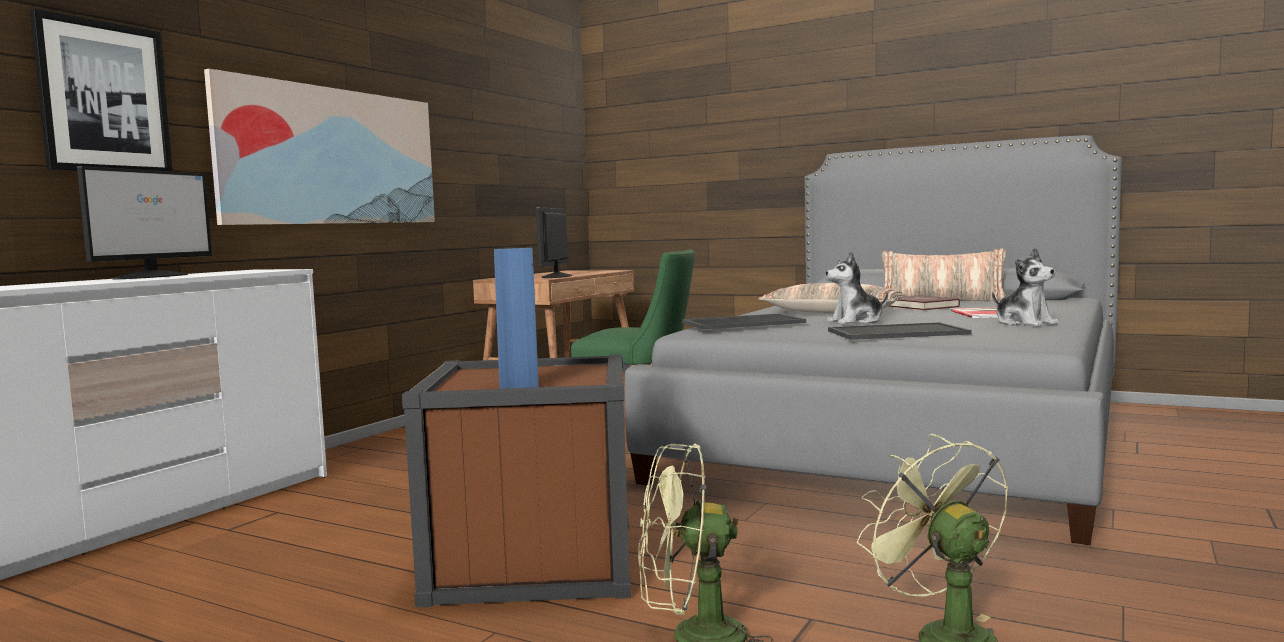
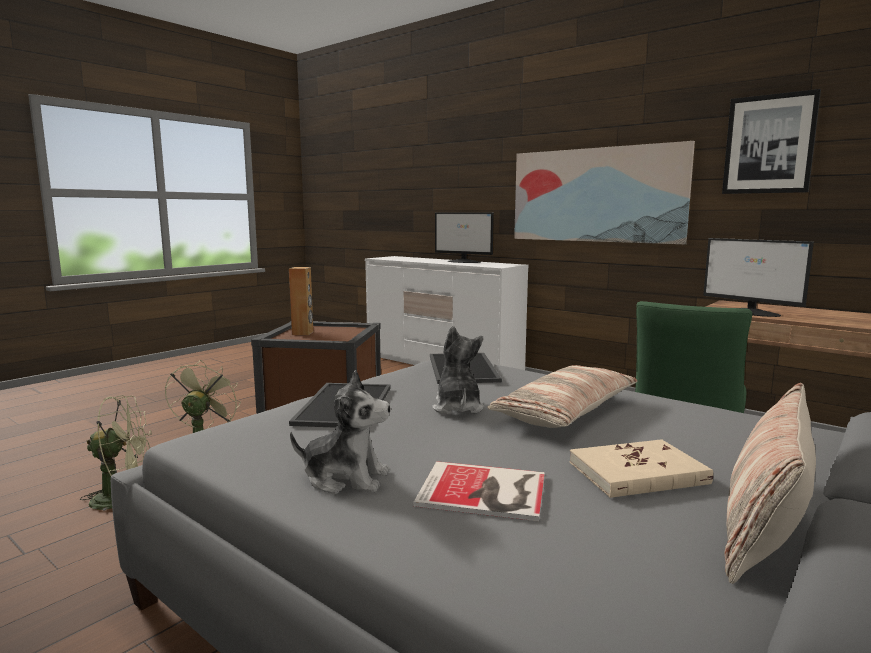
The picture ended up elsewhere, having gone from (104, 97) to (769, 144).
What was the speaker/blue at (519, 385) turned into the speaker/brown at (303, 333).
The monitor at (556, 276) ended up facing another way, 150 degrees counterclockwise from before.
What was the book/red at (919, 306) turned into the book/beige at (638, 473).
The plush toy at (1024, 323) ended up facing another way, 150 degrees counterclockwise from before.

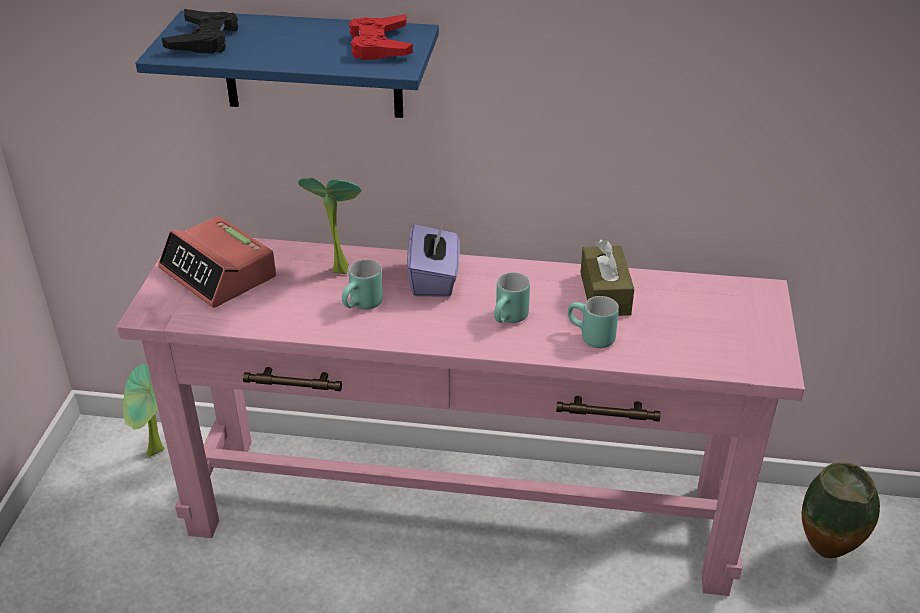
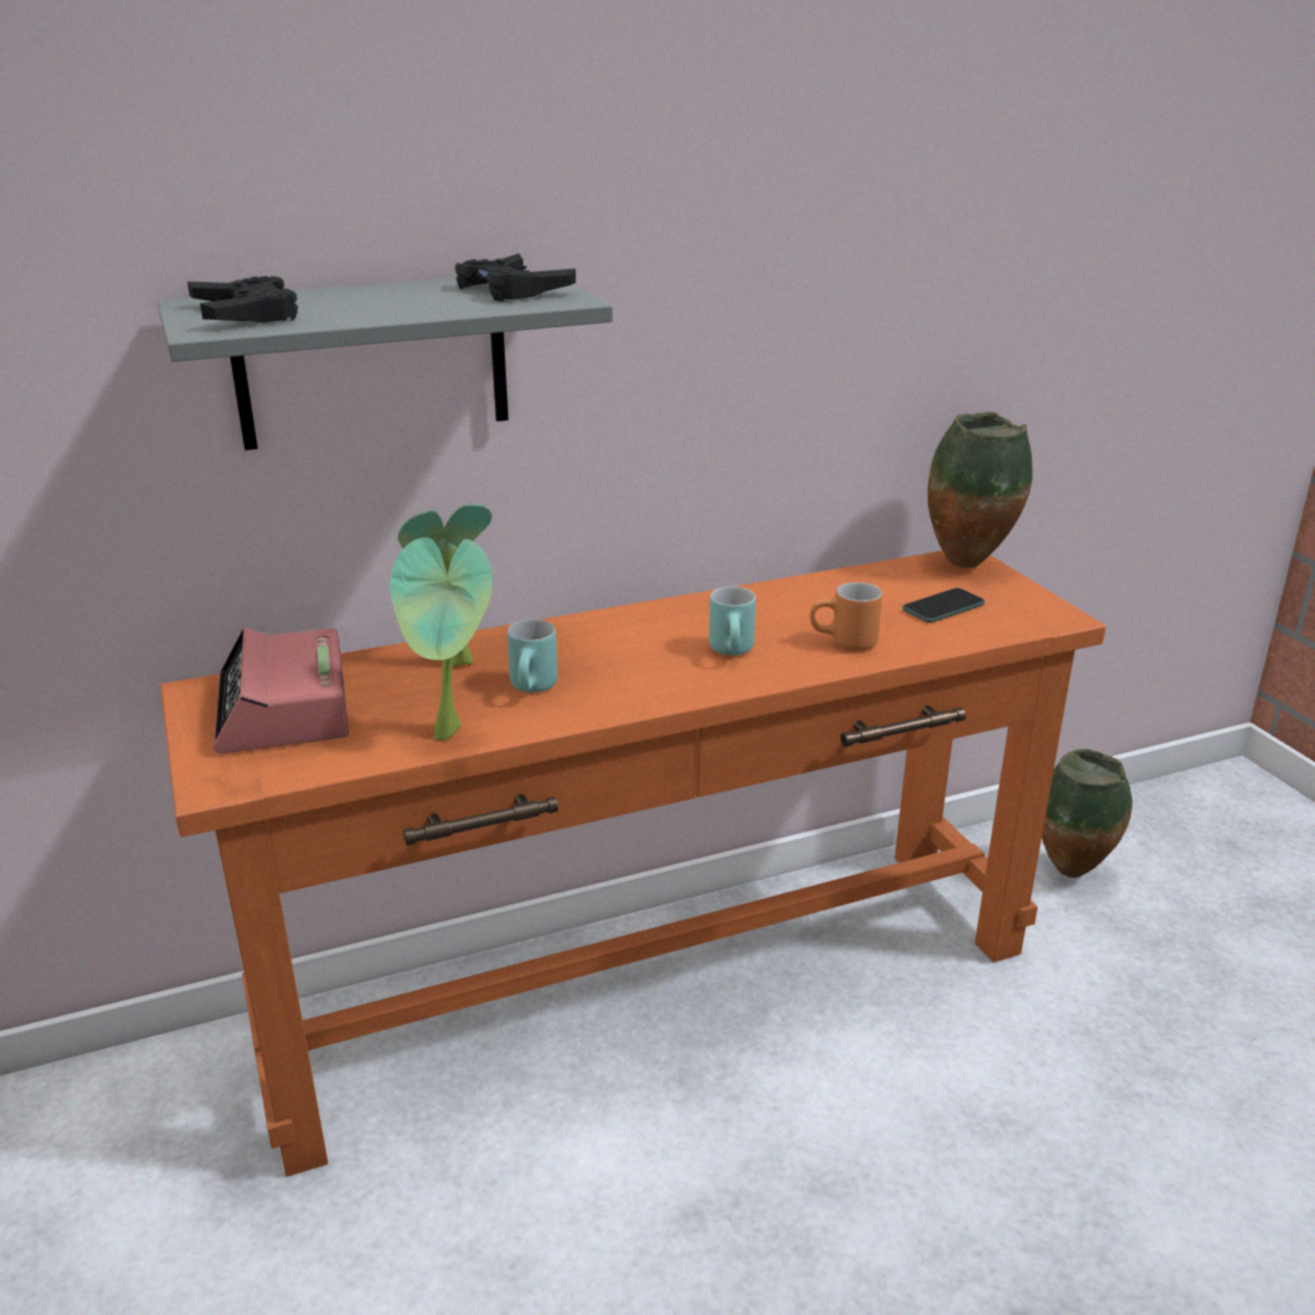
What was the console table/pink at (461, 512) turned into the console table/orange at (654, 989).
The potted plant ended up elsewhere, having gone from (155, 454) to (451, 735).
What was the shelf/blue at (312, 65) turned into the shelf/grey at (372, 360).
The alarm clock at (219, 273) ended up facing another way, 60 degrees clockwise from before.
What was the game controller/red at (380, 45) turned into the game controller/black at (511, 289).
The second view lost the tissue box/purple at (434, 279).
What was the mug/turquoise at (589, 338) turned into the mug/orange at (844, 644).
The second view lost the tissue box/brown at (605, 293).
The second view gained the phone at (943, 607).
The second view gained the vase at (969, 565).

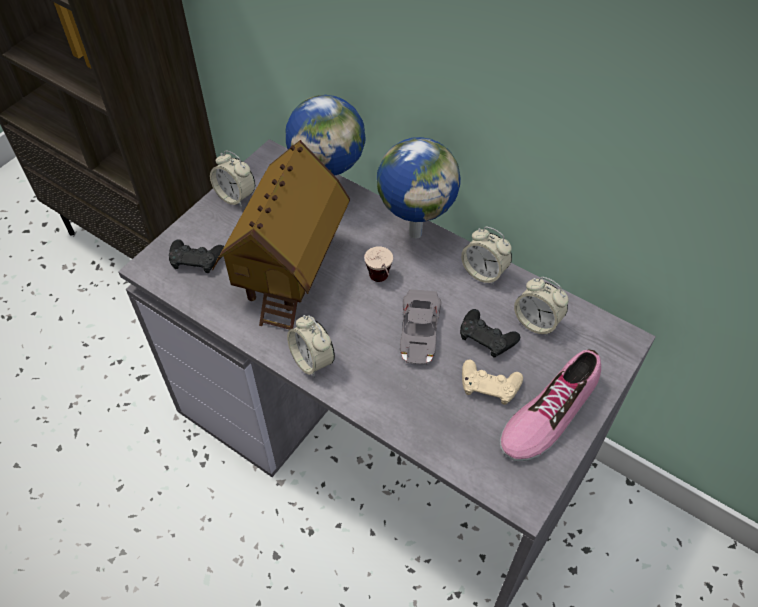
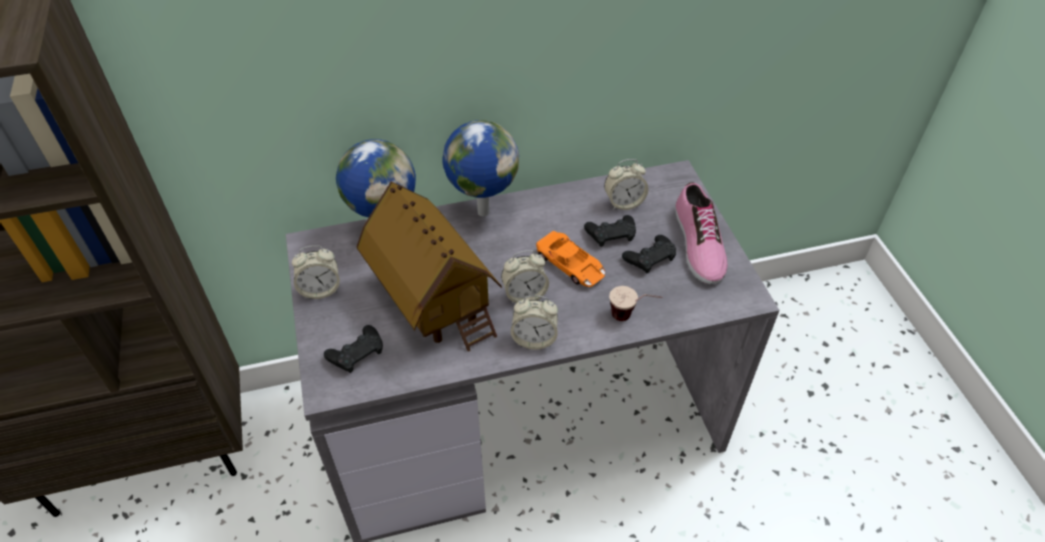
The cup ended up elsewhere, having gone from (381, 284) to (631, 318).
What was the toy car/grey at (419, 332) turned into the toy car/orange at (571, 265).
The alarm clock ended up elsewhere, having gone from (484, 272) to (524, 294).
What was the game controller/beige at (489, 385) turned into the game controller/black at (650, 258).

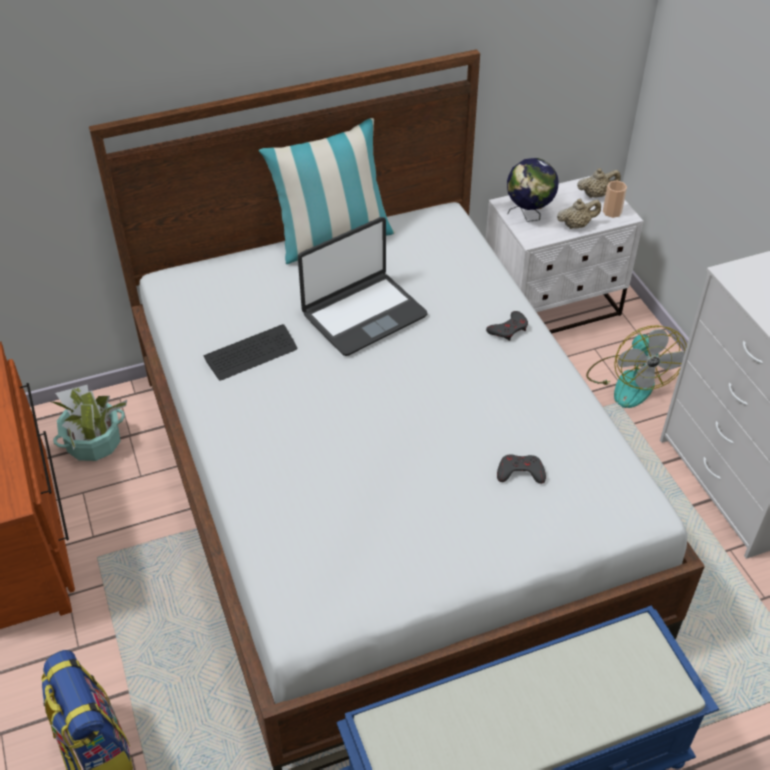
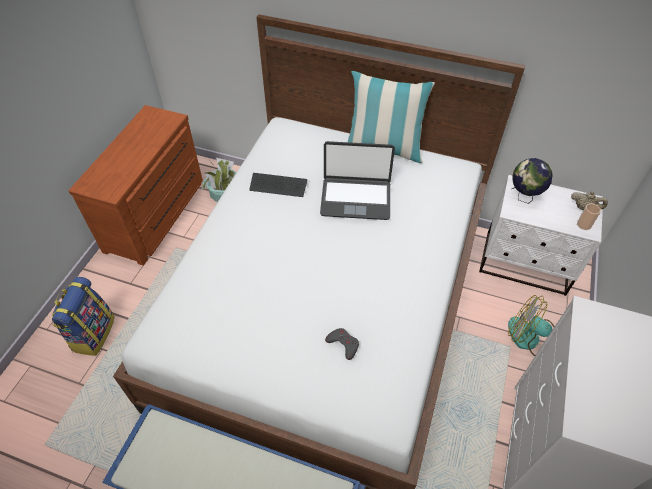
The second view lost the game controller/grey at (508, 329).
The second view lost the teapot/beige at (576, 225).
The fan at (629, 381) ended up facing another way, 90 degrees clockwise from before.

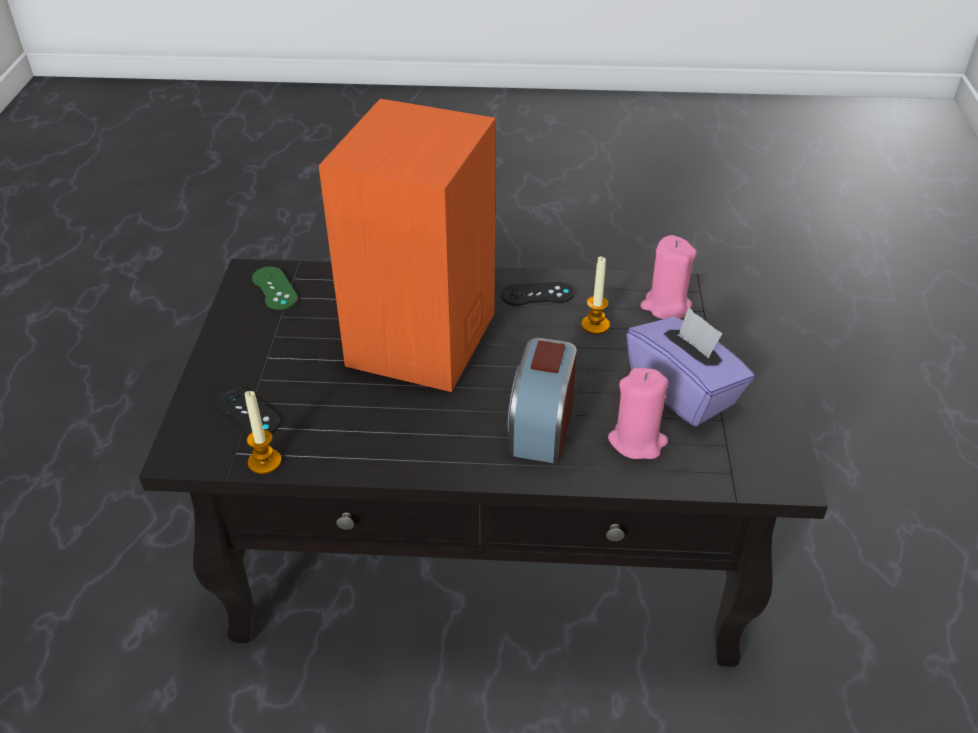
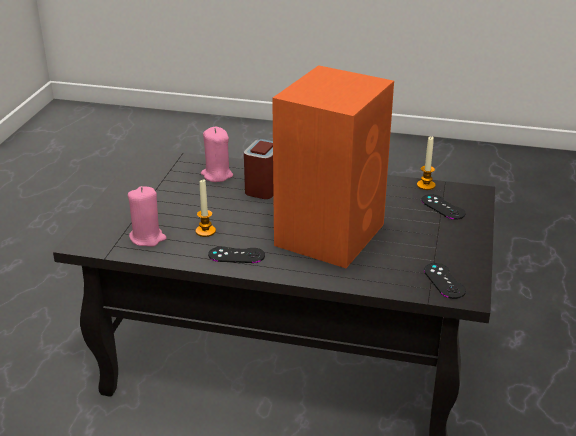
What was the game controller/green at (274, 288) turned into the game controller/black at (444, 281).
The second view lost the tissue box/purple at (683, 391).

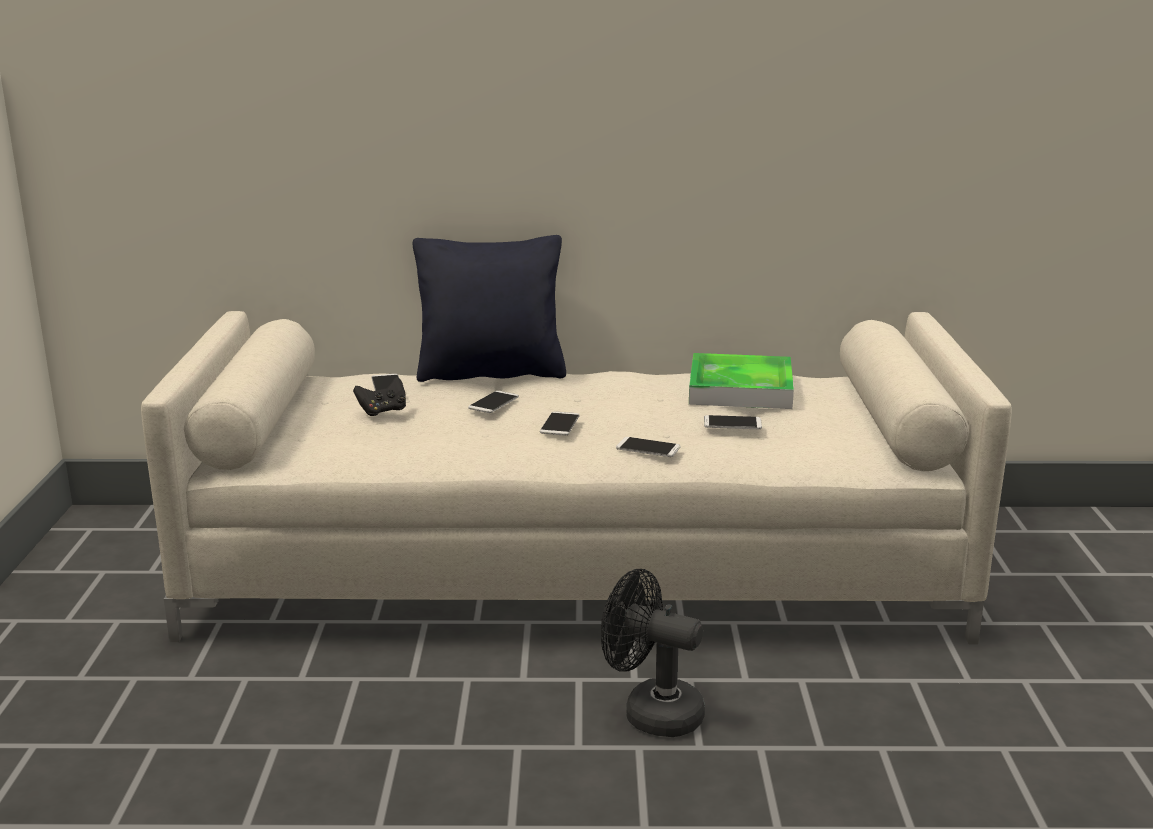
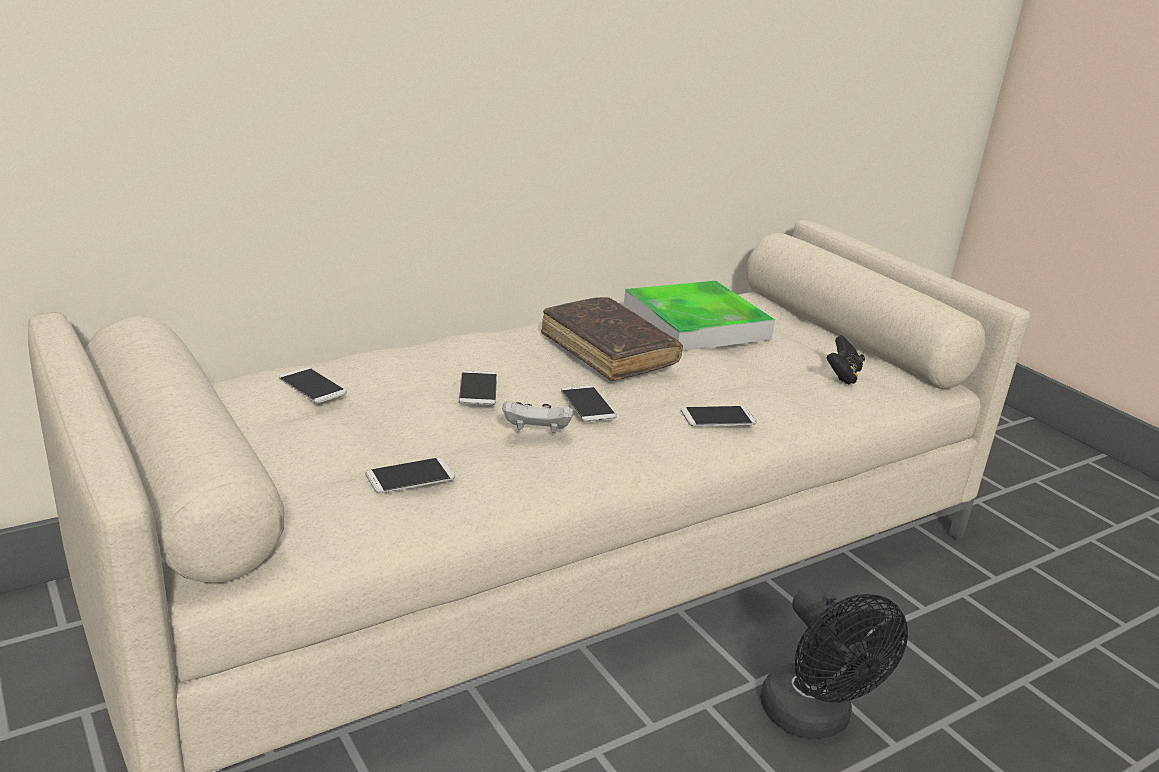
The game controller/black ended up elsewhere, having gone from (382, 411) to (842, 376).
The second view lost the pillow/black at (491, 373).
The fan/black at (651, 712) ended up facing another way, 105 degrees counterclockwise from before.
The phone ended up elsewhere, having gone from (732, 423) to (410, 476).
The second view gained the game controller/white at (536, 432).
The second view gained the book/brown at (608, 351).

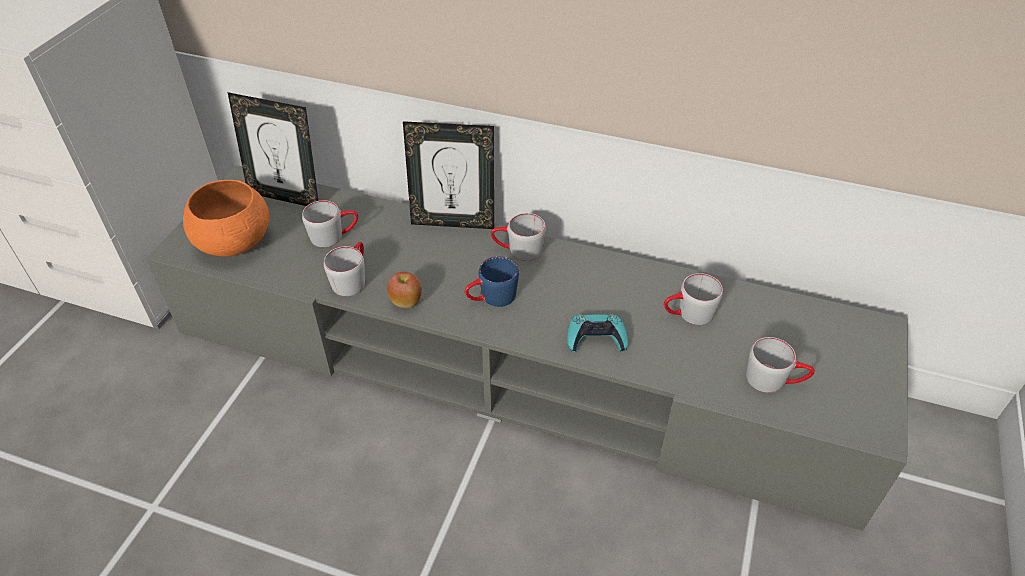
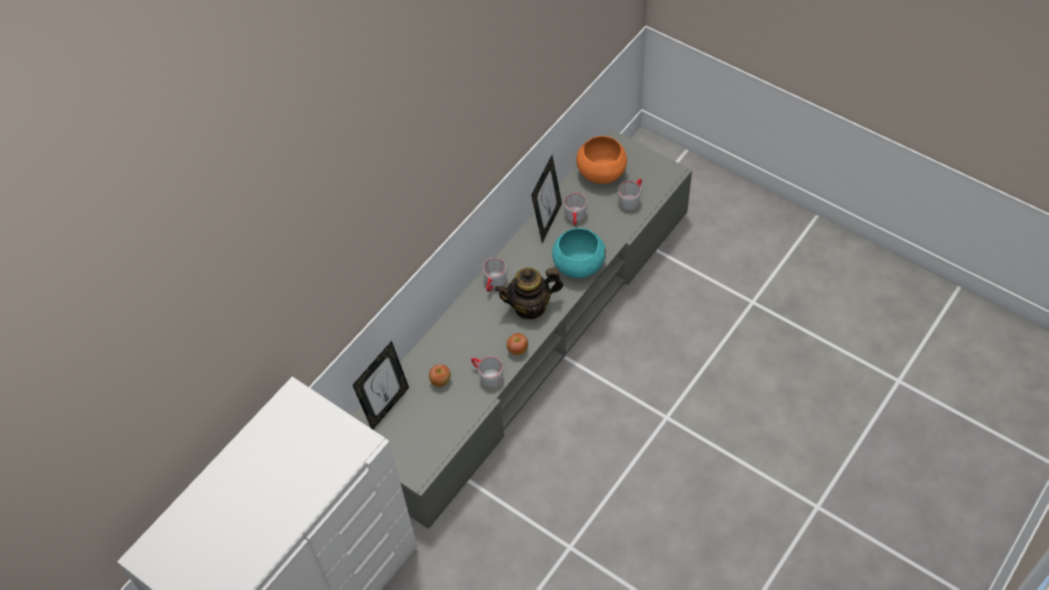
The bowl/orange ended up elsewhere, having gone from (233, 243) to (601, 173).
Where the mug/grey stood at (334, 235), the apple came to stand at (441, 381).
The picture frame ended up elsewhere, having gone from (453, 222) to (547, 222).
Where the mug/blue stood at (491, 298), the teapot came to stand at (530, 306).
Where the game controller/turquoise stood at (596, 338), the bowl/turquoise came to stand at (578, 265).

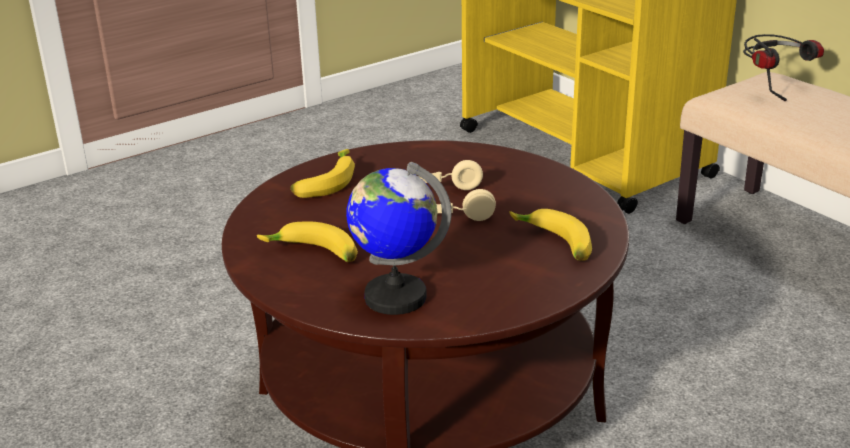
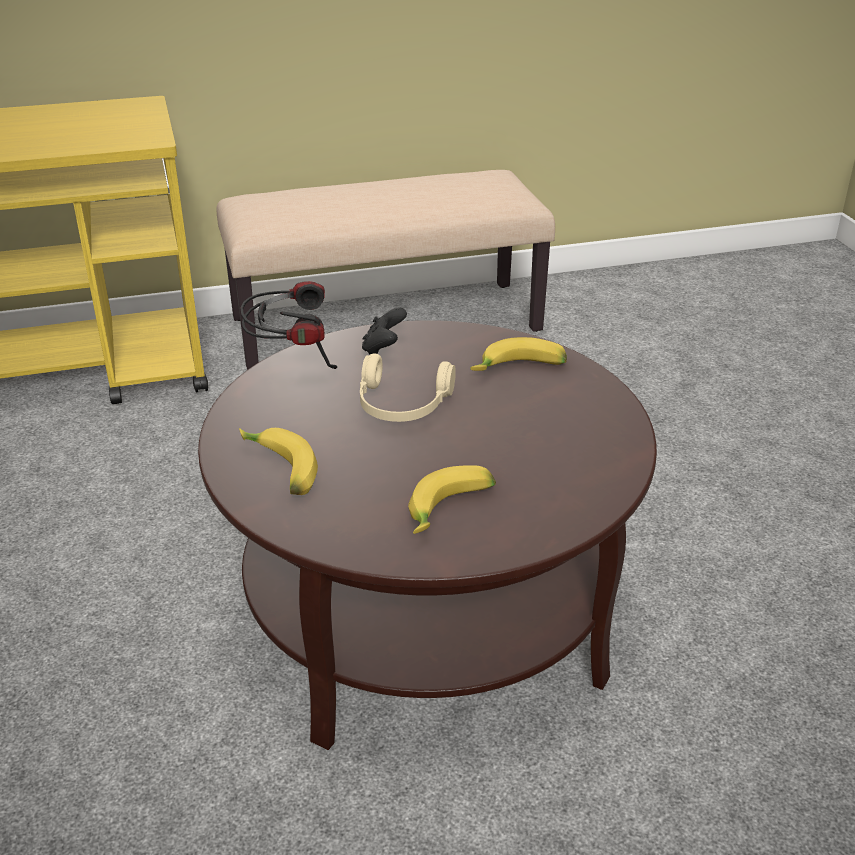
The second view lost the globe at (395, 297).
The headphones ended up elsewhere, having gone from (773, 88) to (292, 361).
The second view gained the game controller/black at (383, 349).

